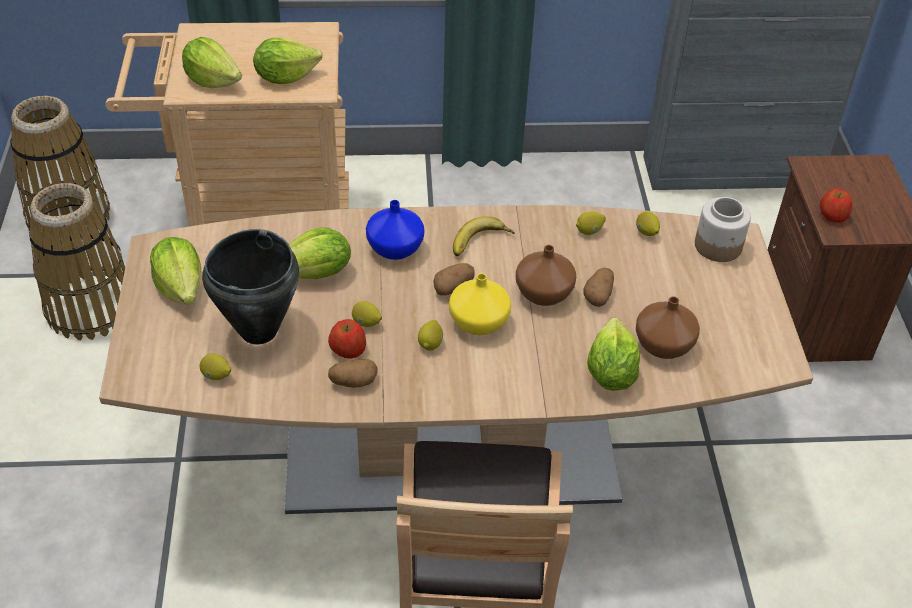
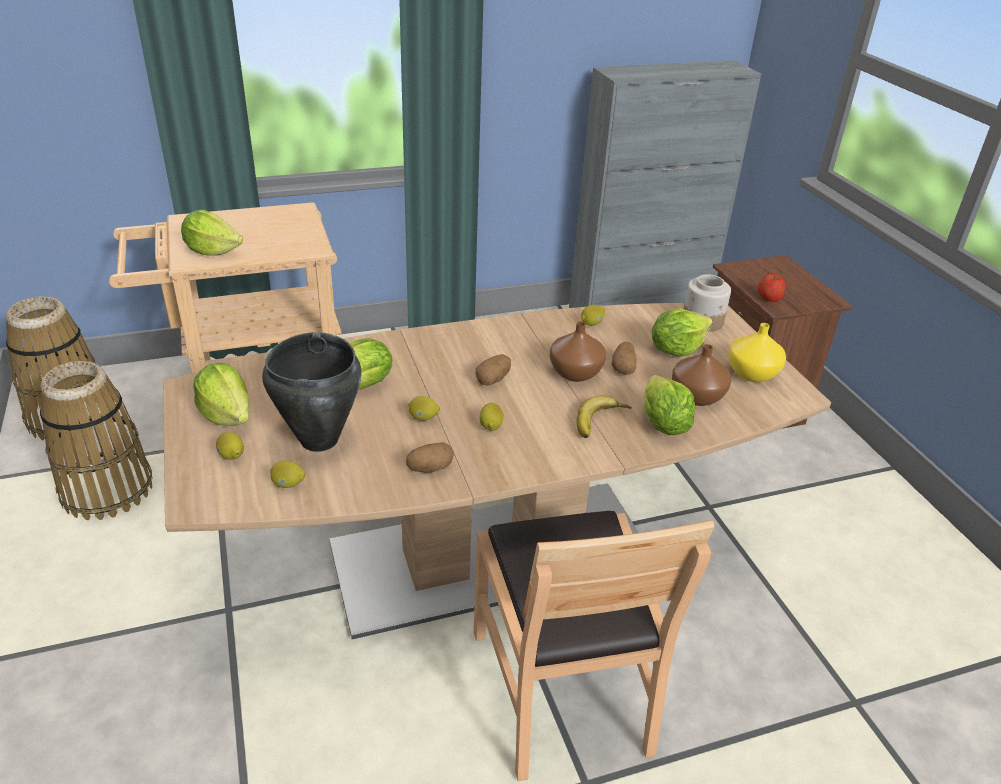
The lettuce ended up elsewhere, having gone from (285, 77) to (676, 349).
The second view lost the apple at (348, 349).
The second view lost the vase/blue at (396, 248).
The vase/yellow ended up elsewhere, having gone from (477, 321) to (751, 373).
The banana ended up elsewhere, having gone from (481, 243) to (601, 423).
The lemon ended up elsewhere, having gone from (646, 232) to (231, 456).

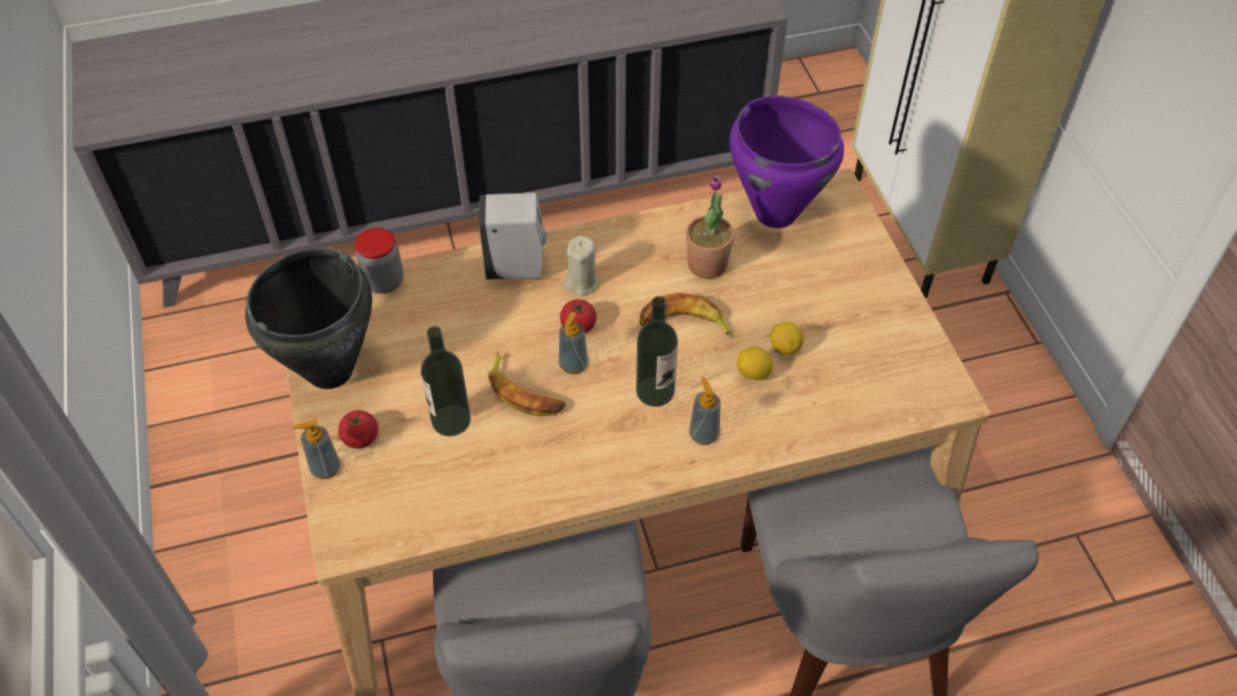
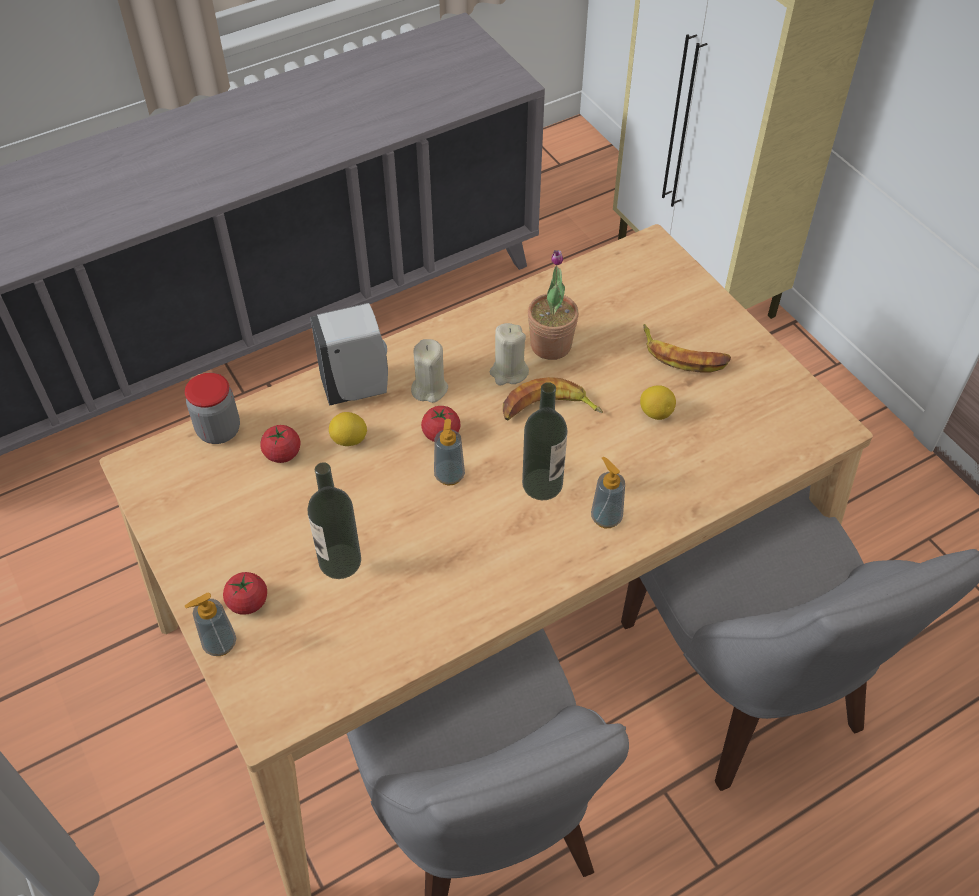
The second view lost the cooking pot/black at (331, 370).
The banana ended up elsewhere, having gone from (524, 391) to (683, 355).
The second view lost the cooking pot/purple at (775, 212).
The lemon ended up elsewhere, having gone from (753, 373) to (349, 440).
The second view gained the tomato at (282, 453).
The second view gained the candle/beige at (508, 372).

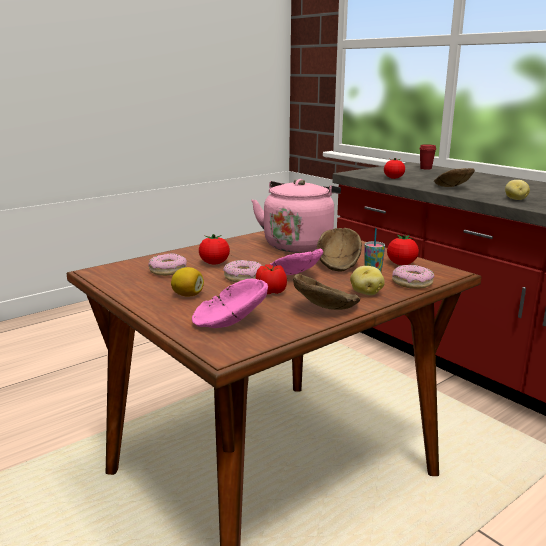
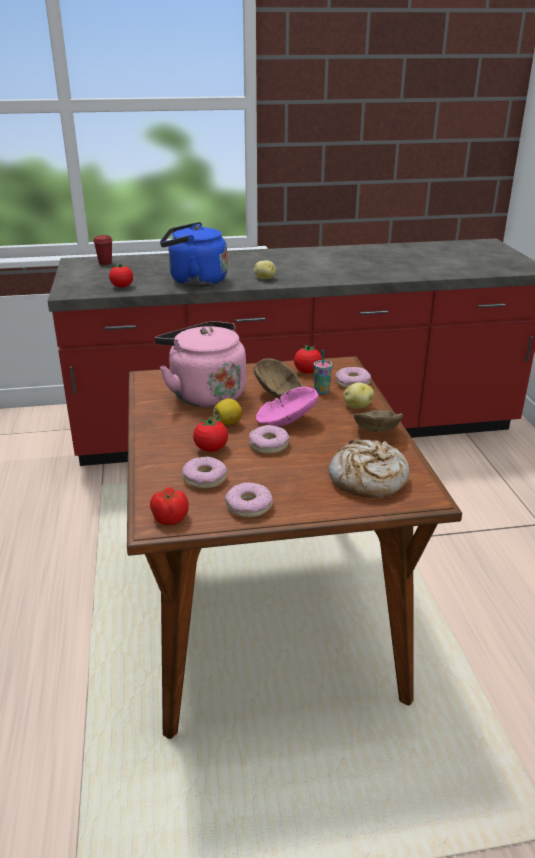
The lemon ended up elsewhere, having gone from (188, 295) to (228, 423).
Where the bowl/pink stood at (228, 321), the bread came to stand at (368, 479).
The tomato ended up elsewhere, having gone from (270, 291) to (169, 518).
Where the bowl/brown stood at (451, 187), the kettle/blue came to stand at (194, 281).
The second view gained the donut at (249, 506).

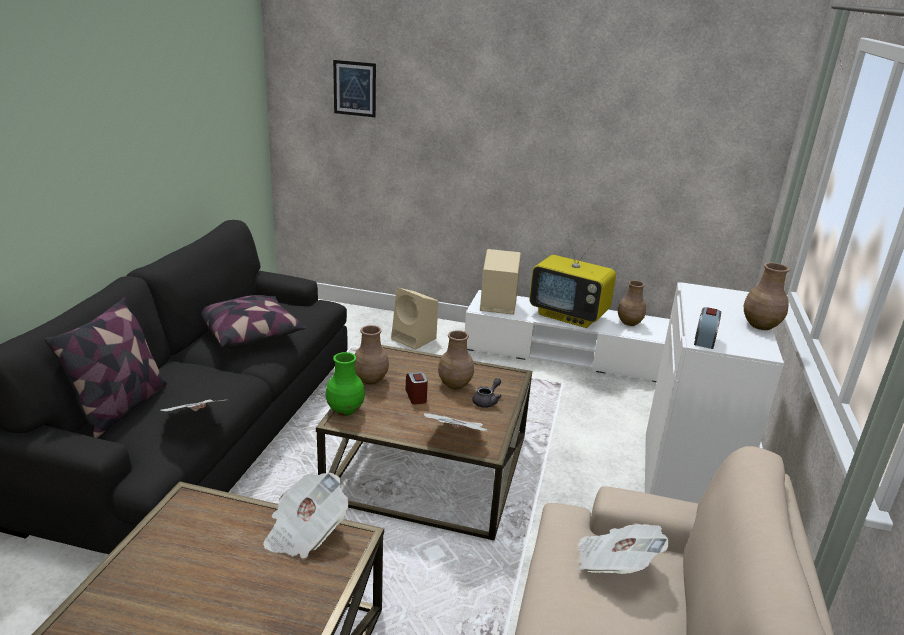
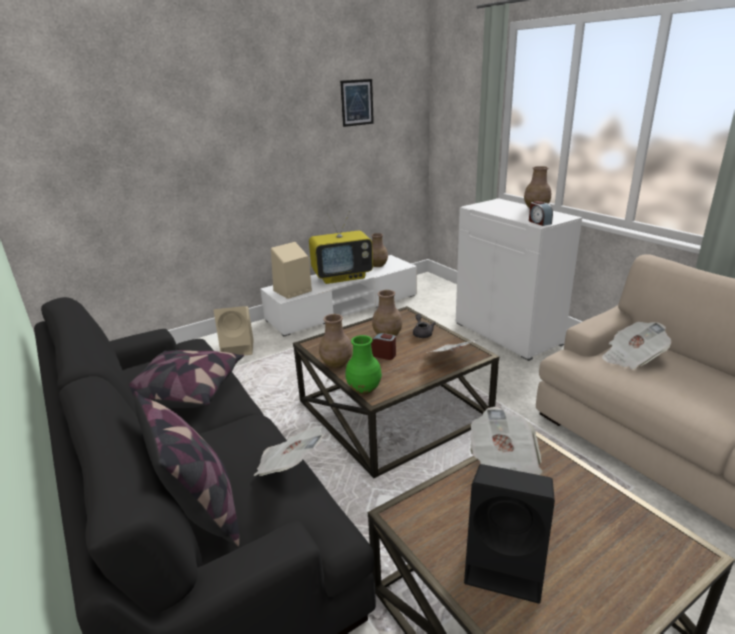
The picture ended up elsewhere, having gone from (354, 88) to (357, 102).
The second view gained the speaker/black at (507, 563).

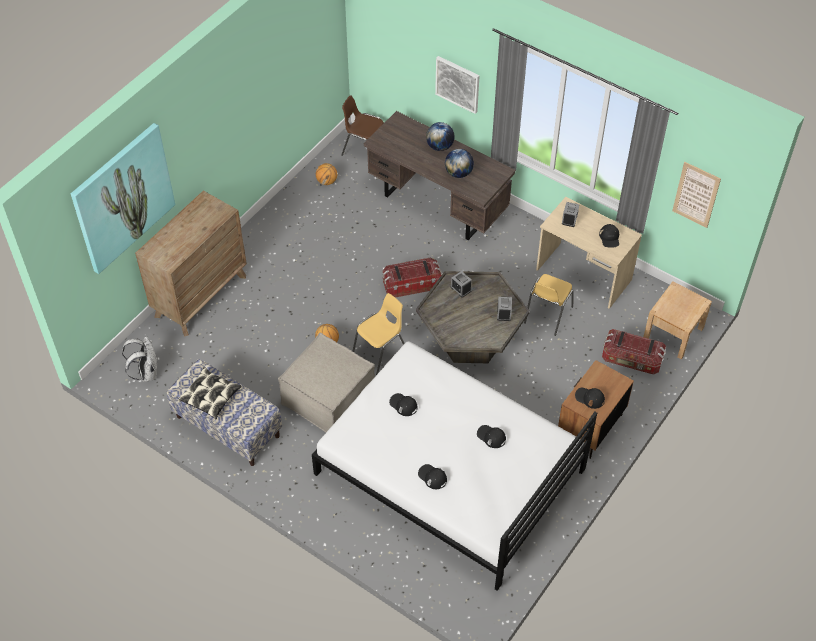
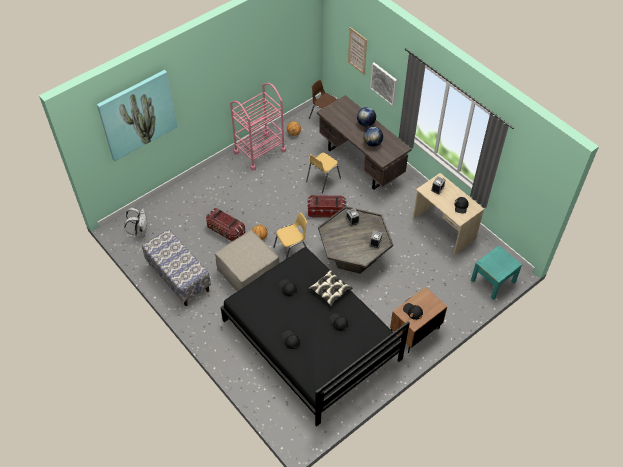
The second view lost the dresser/brown at (200, 296).
The pillow ended up elsewhere, having gone from (210, 397) to (330, 290).
What was the bed/white at (450, 472) turned into the bed/black at (311, 340).
The chair/yellow ended up elsewhere, having gone from (547, 315) to (322, 180).
The storage box ended up elsewhere, having gone from (631, 360) to (225, 230).
What was the nightstand/beige at (673, 333) turned into the nightstand/turquoise at (493, 281).
The picture ended up elsewhere, having gone from (696, 194) to (357, 51).
The second view gained the cart/pink at (259, 151).

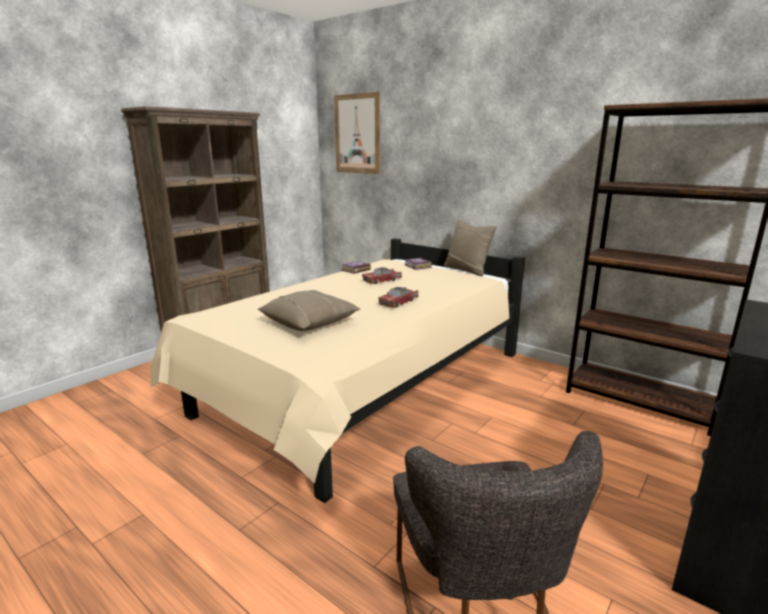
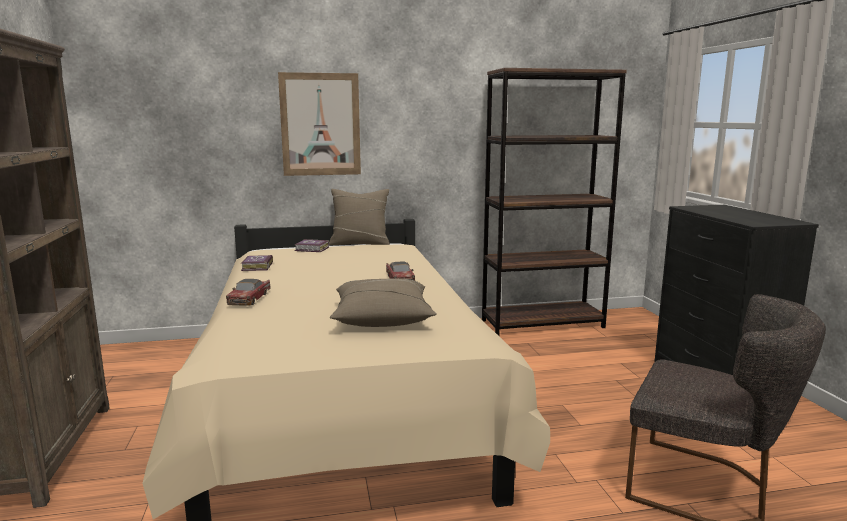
The picture ended up elsewhere, having gone from (357, 134) to (320, 124).
The toy car ended up elsewhere, having gone from (382, 280) to (249, 298).

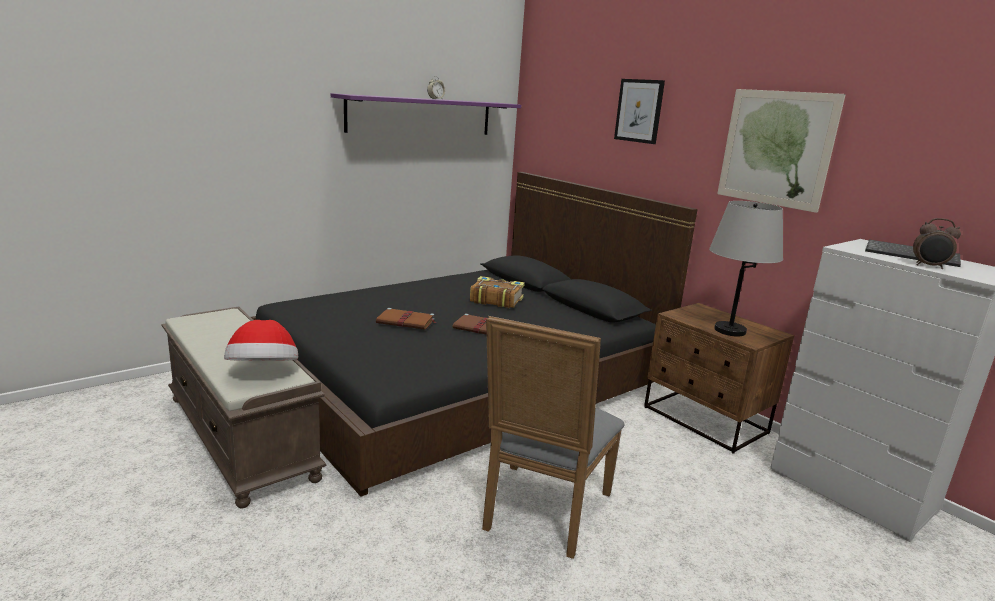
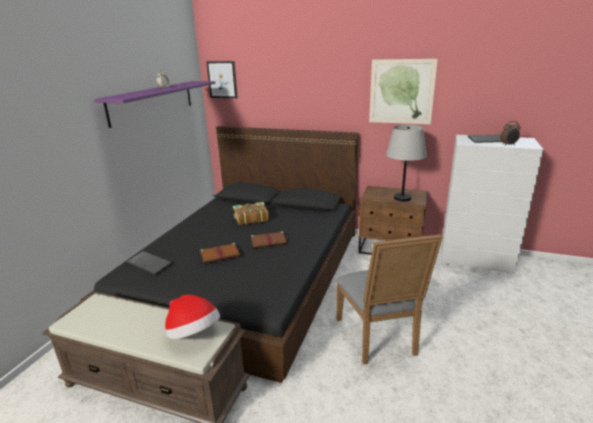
The picture ended up elsewhere, having gone from (639, 111) to (222, 79).
The second view gained the keyboard at (150, 263).

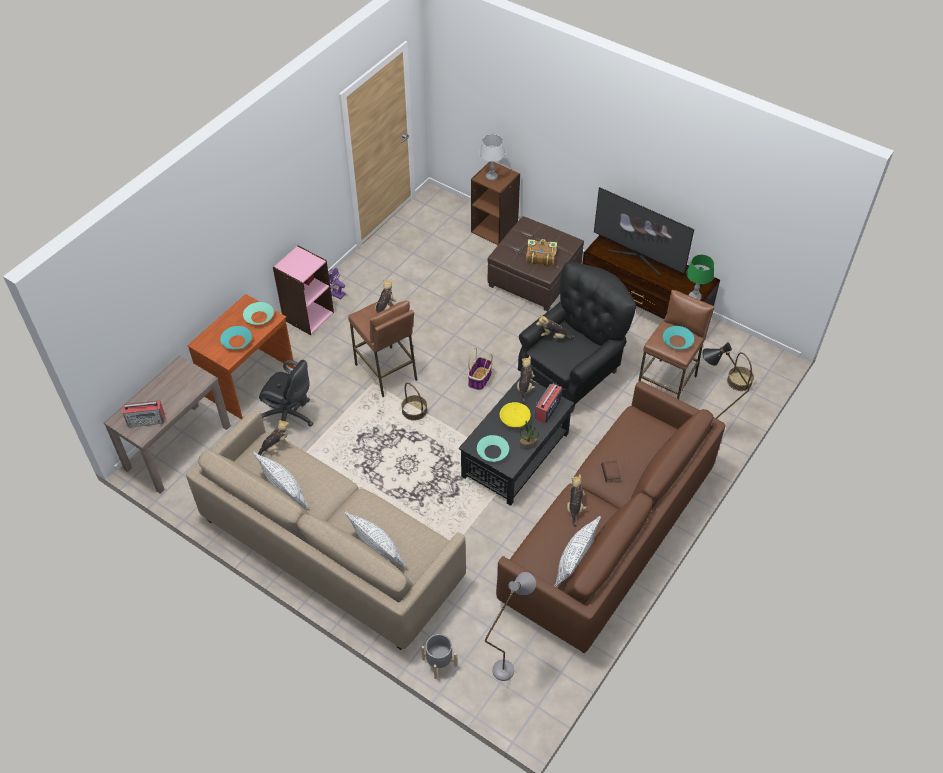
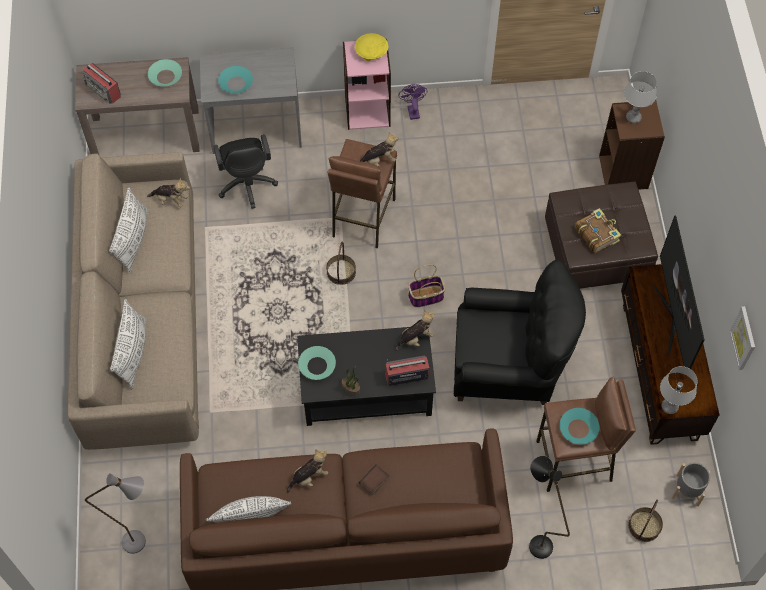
What was the desk/brown at (250, 382) turned into the desk/grey at (256, 128).
The bowl/turquoise ended up elsewhere, having gone from (259, 317) to (165, 76).
The planter/grey ended up elsewhere, having gone from (439, 662) to (687, 490).
The bowl/yellow ended up elsewhere, having gone from (514, 419) to (371, 51).
The second view lost the plush toy at (553, 336).
What was the table lamp/green at (694, 297) turned into the table lamp/grey at (669, 406).
The second view gained the picture at (743, 338).

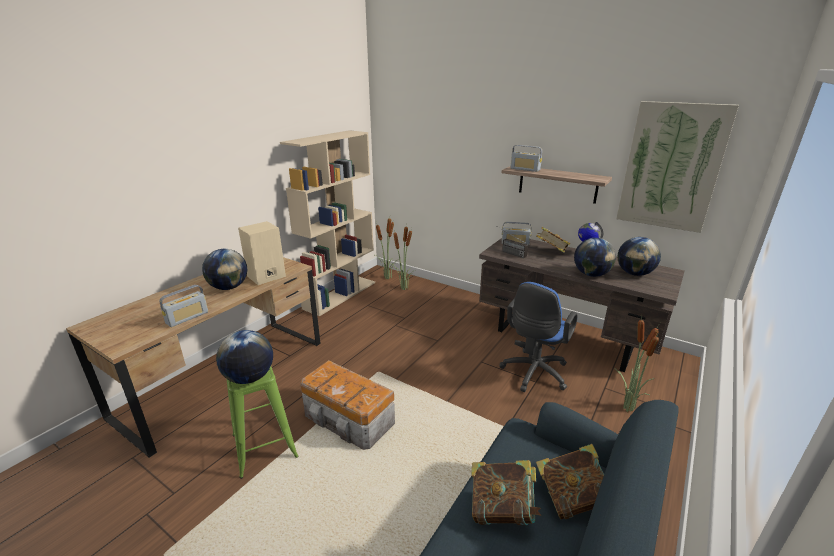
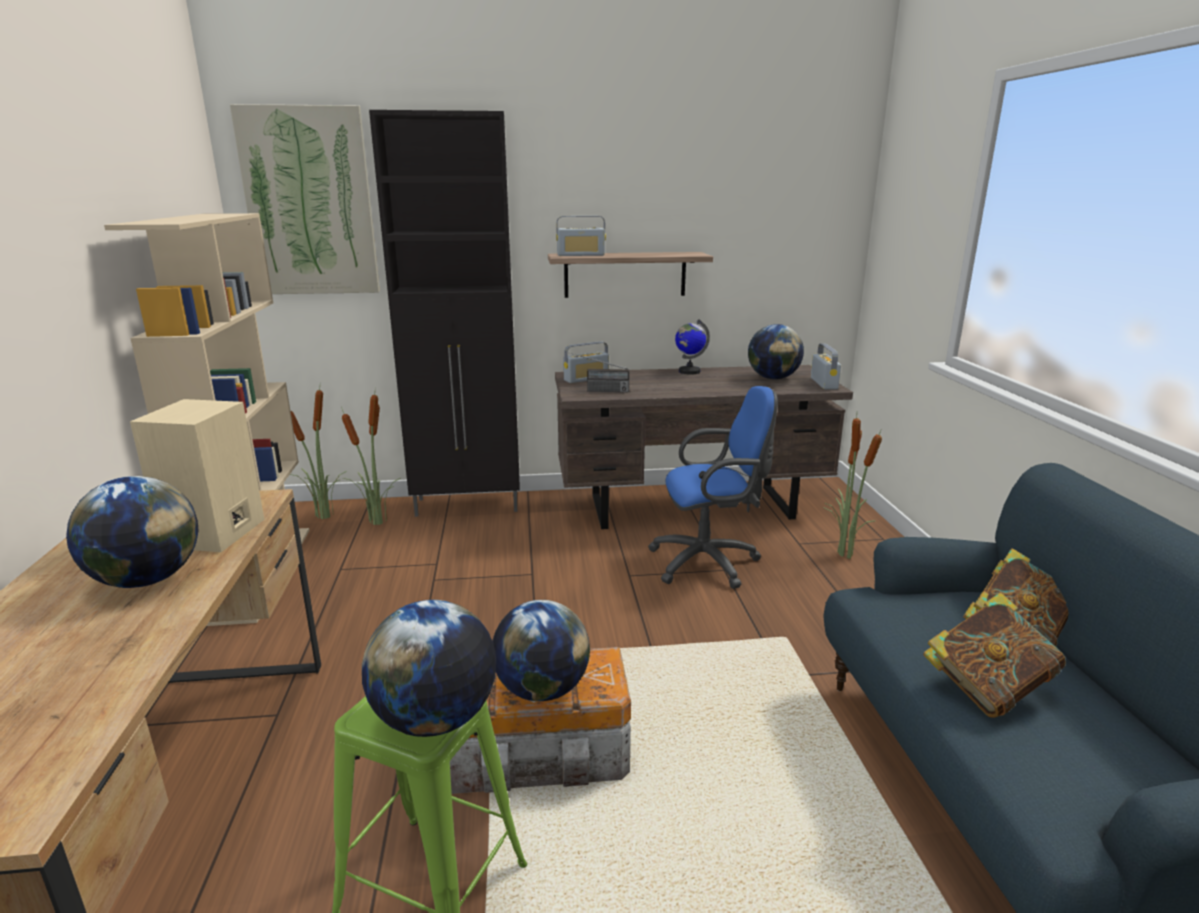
The radio ended up elsewhere, having gone from (187, 317) to (823, 383).
The office chair/blue at (533, 374) ended up facing another way, 90 degrees counterclockwise from before.
The second view lost the book at (551, 253).
The globe ended up elsewhere, having gone from (591, 274) to (541, 689).
The picture ended up elsewhere, having gone from (671, 167) to (309, 203).
The second view gained the cabinet/black at (469, 505).

